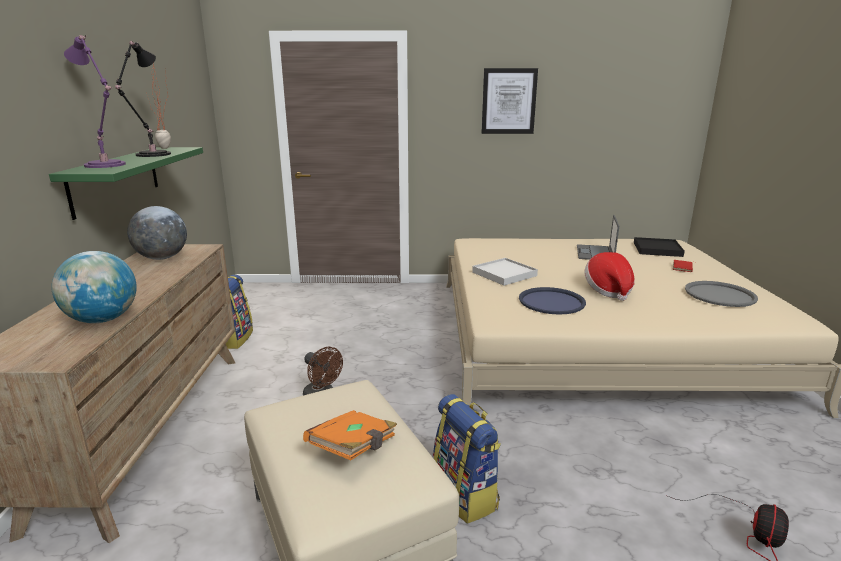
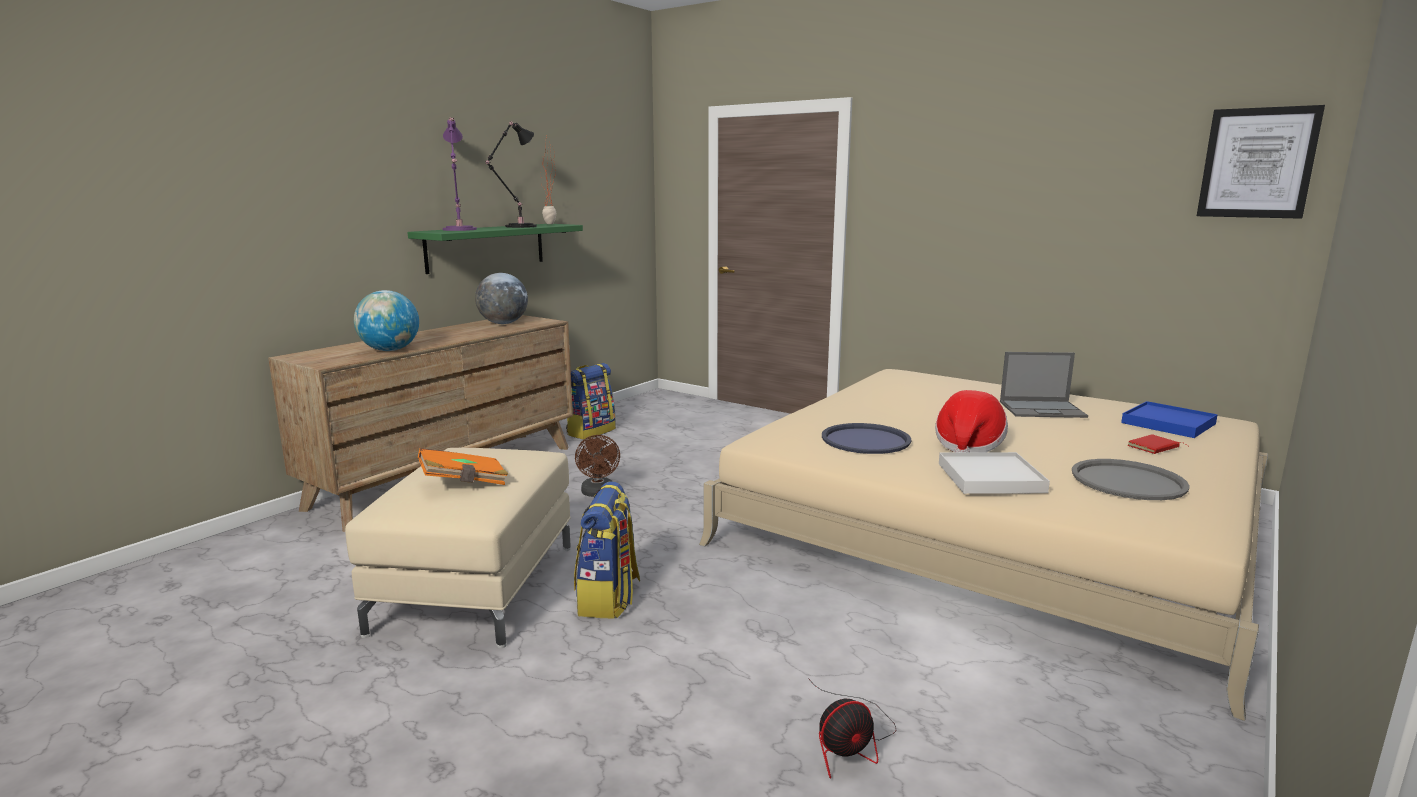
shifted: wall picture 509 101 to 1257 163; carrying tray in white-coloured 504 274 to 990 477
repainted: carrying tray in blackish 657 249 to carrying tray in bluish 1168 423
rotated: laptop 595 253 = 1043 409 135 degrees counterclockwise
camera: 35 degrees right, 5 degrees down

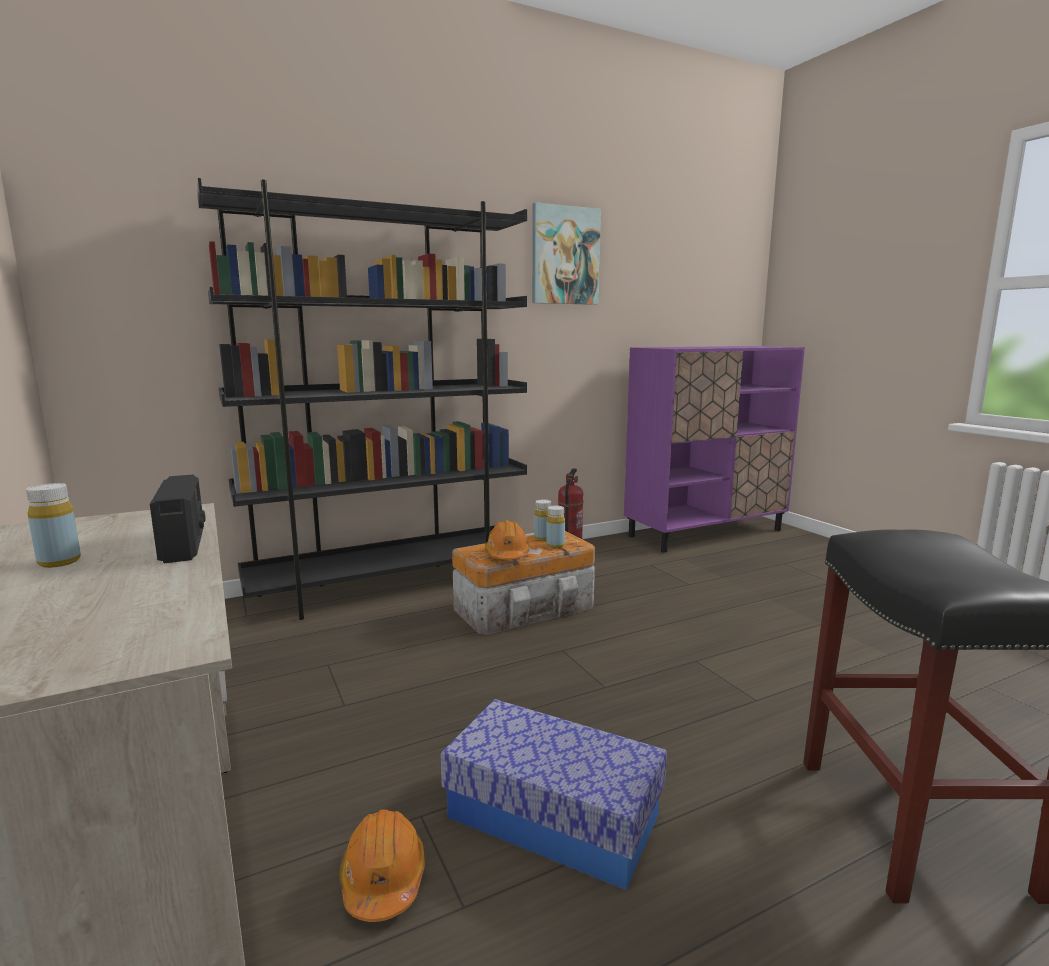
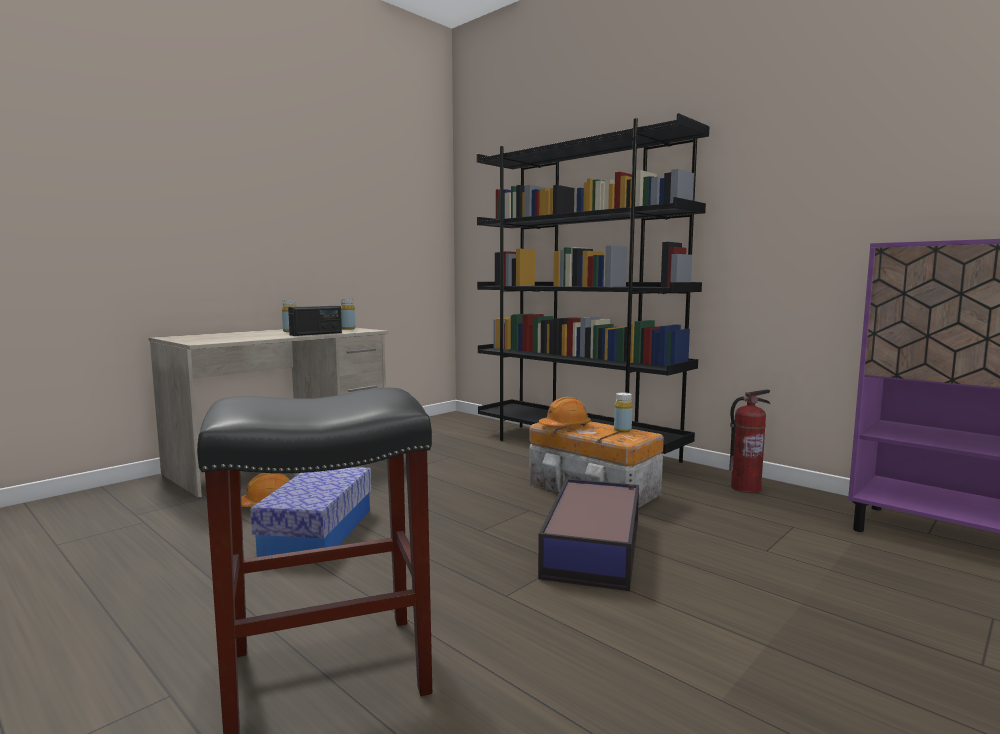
gone: wall picture 565 256
new: storage container 594 546
shifted: beverage bottle in yellow 555 545 to 348 329
camera: 70 degrees right, 5 degrees down

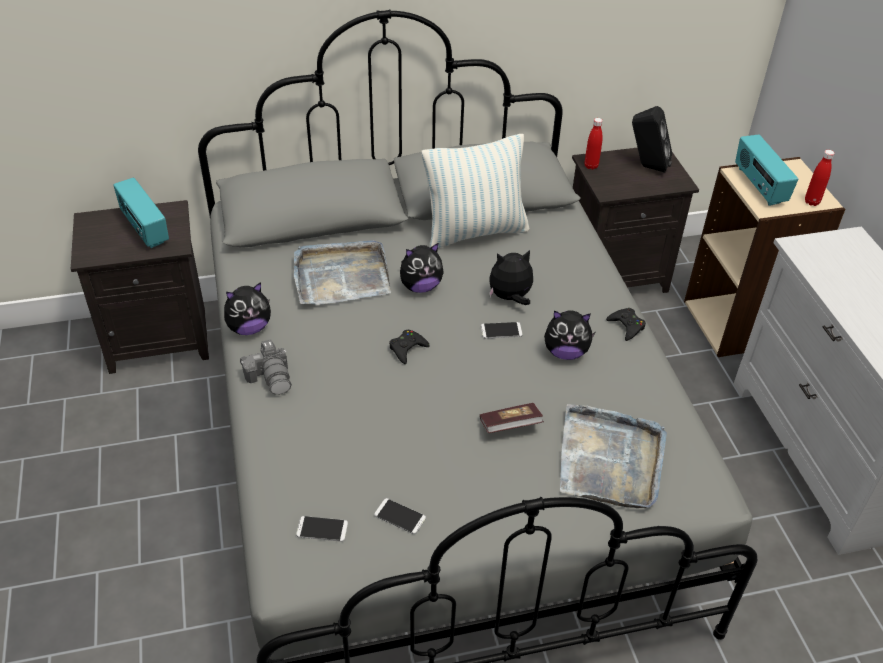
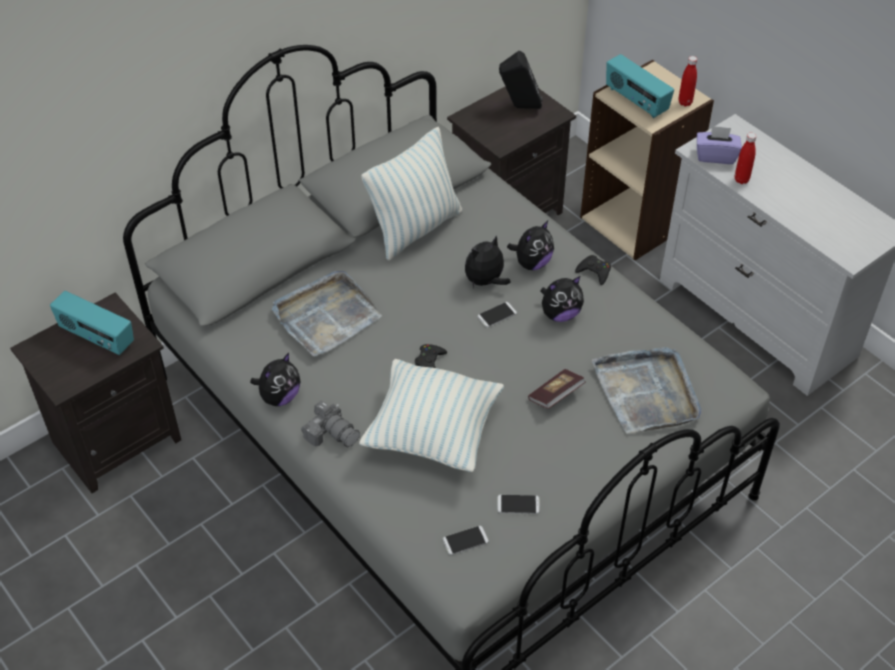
new: tissue box in purplish 715 156; pillow 432 433
shifted: beverage bottle in red-coloured 591 166 to 741 180; cuddly toy 420 286 to 532 263
camera: 25 degrees left, 5 degrees up

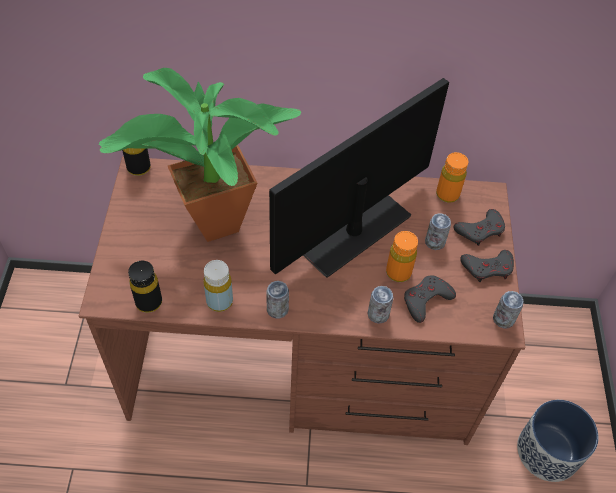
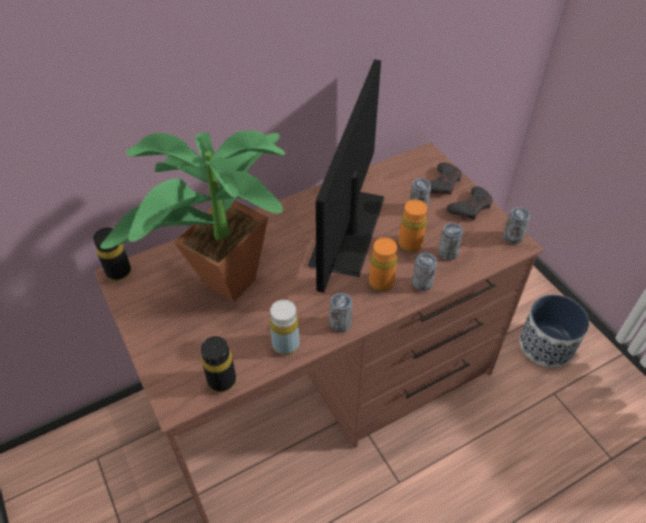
shifted: beverage bottle in orange 447 194 to 381 282
swapped: game controller in grey 426 300 to metal can 448 253
camera: 30 degrees left, 5 degrees down

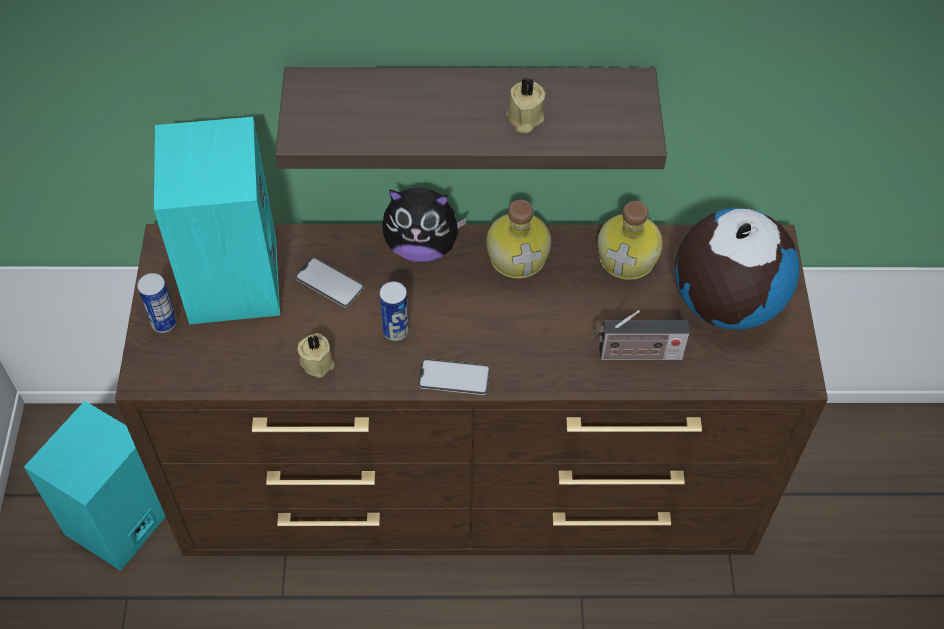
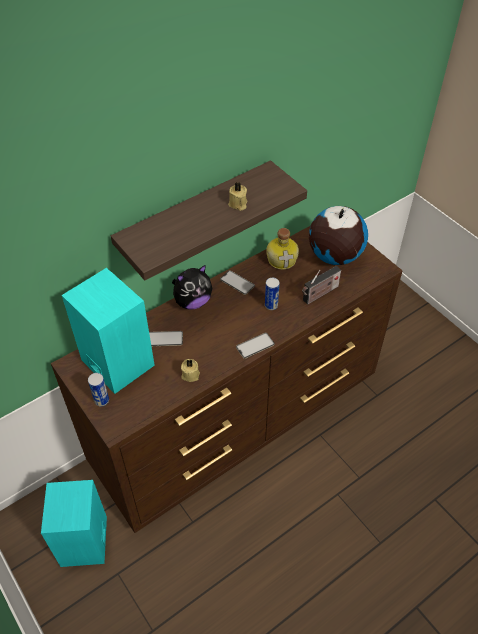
shifted: metal can 395 331 to 271 305
swapped: beverage bottle 518 256 to handset 237 282
camera: 35 degrees left, 5 degrees down

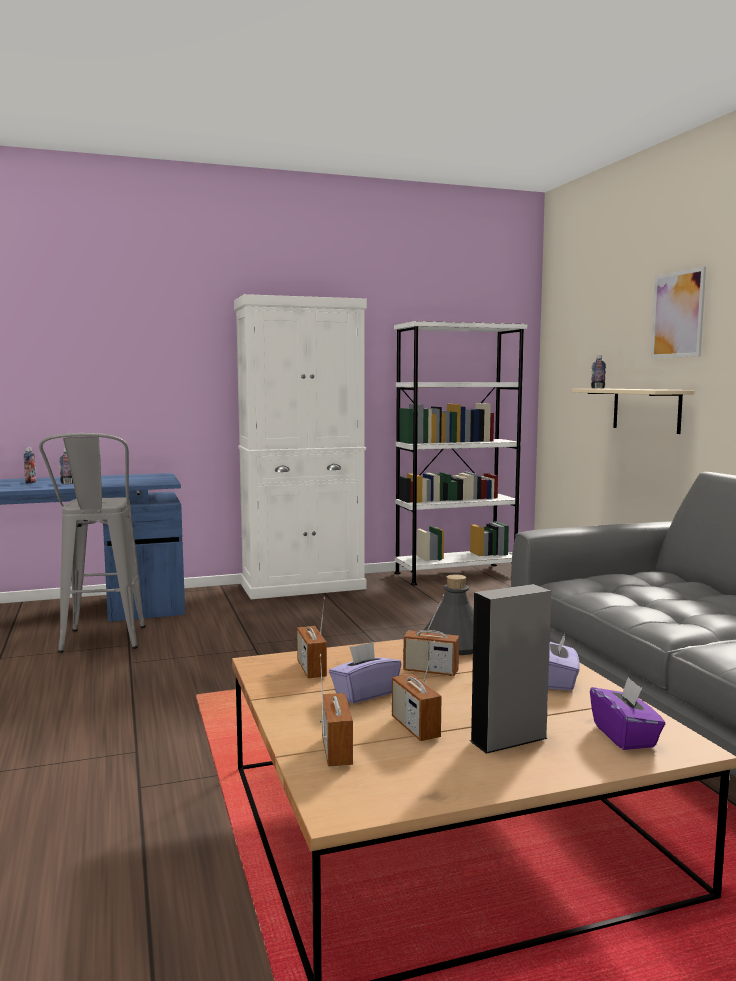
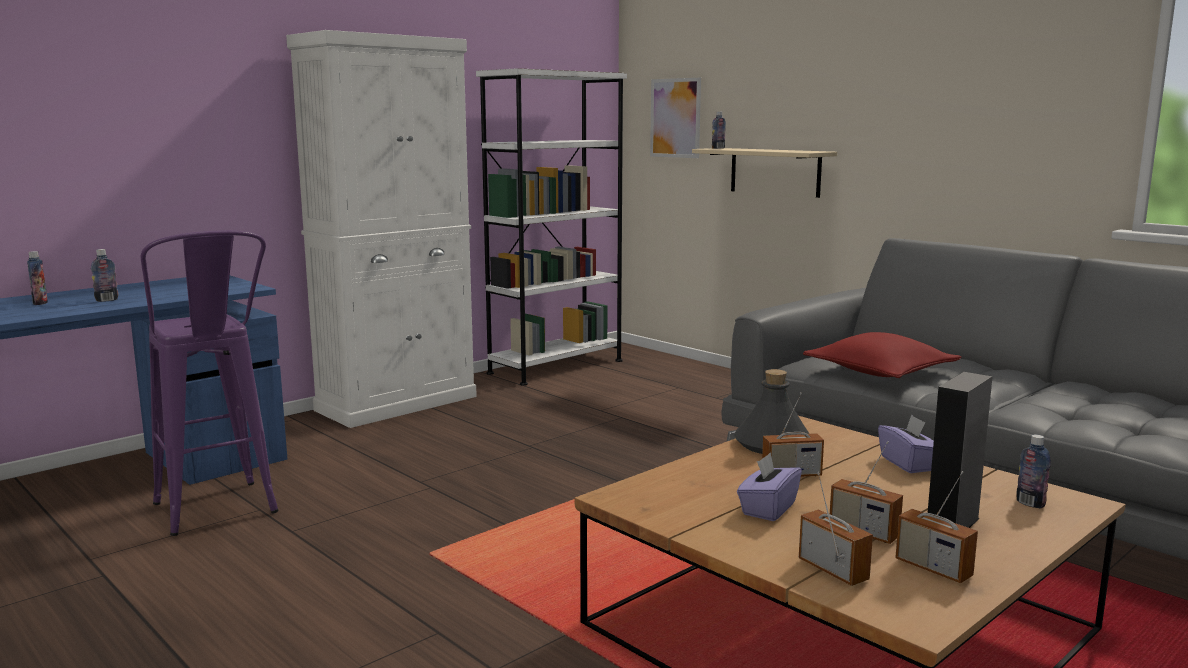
new: pillow in red-coloured 880 372
shifted: wall picture 678 314 to 675 118; radio 311 669 to 933 568
swapped: tissue box in purplish 625 736 to beverage bottle 1030 503
repainted: stool seat in grey 101 644 to stool seat in purplish 220 515
camera: 25 degrees left, 5 degrees up

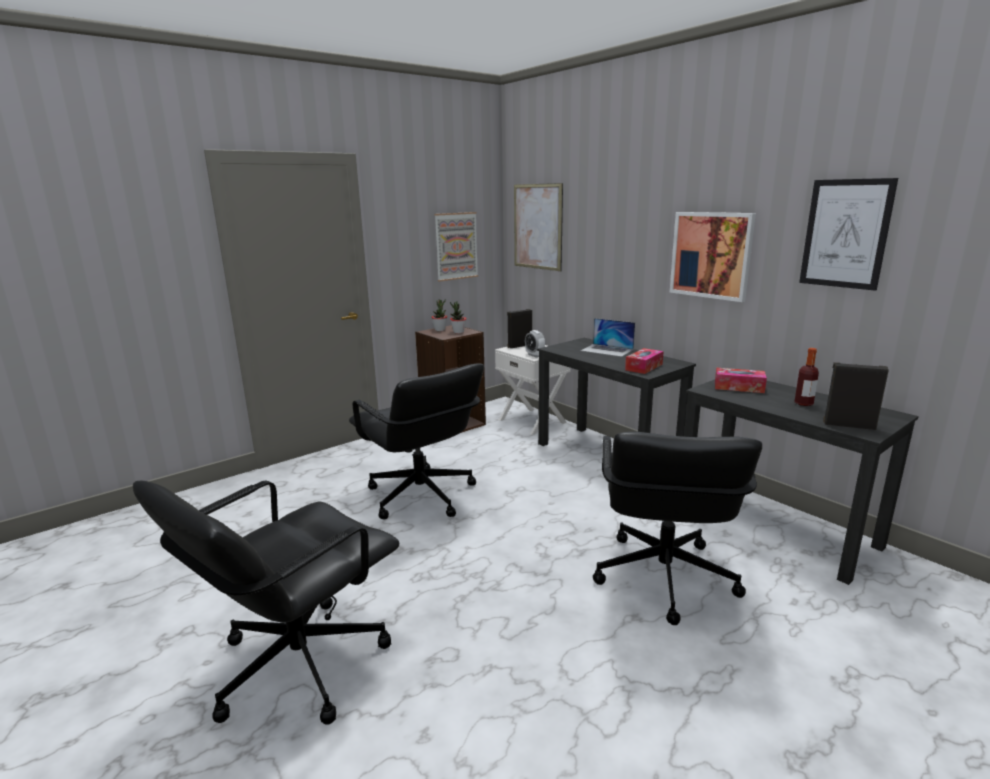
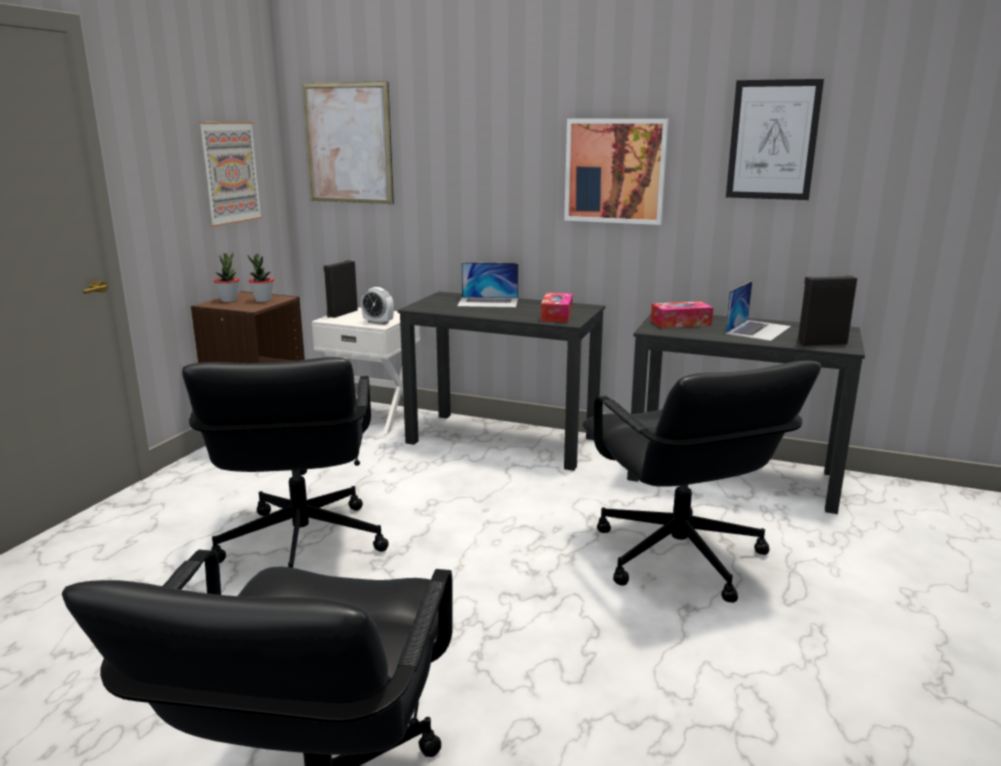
swapped: beverage bottle 803 403 to laptop 758 330
rotated: computer chair in blackish 421 496 = 300 545 60 degrees clockwise
camera: 30 degrees left, 0 degrees up

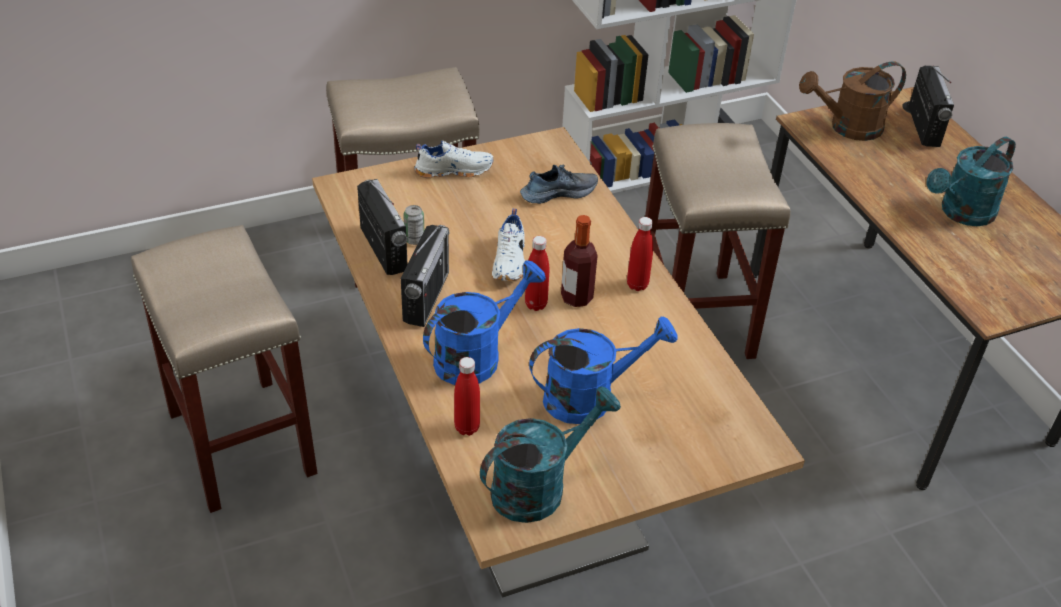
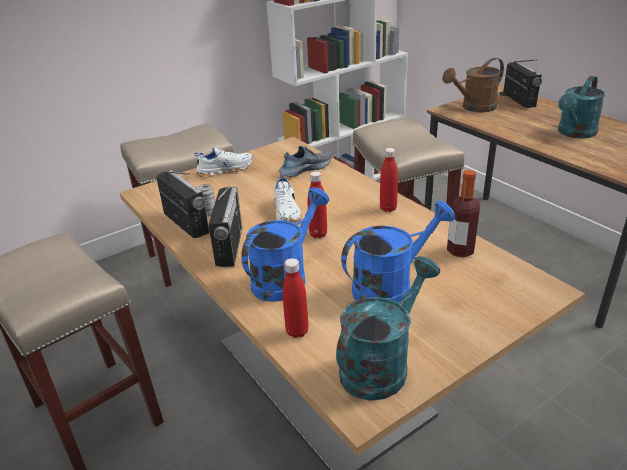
shifted: beverage bottle 576 297 to 460 250
camera: 10 degrees left, 10 degrees down

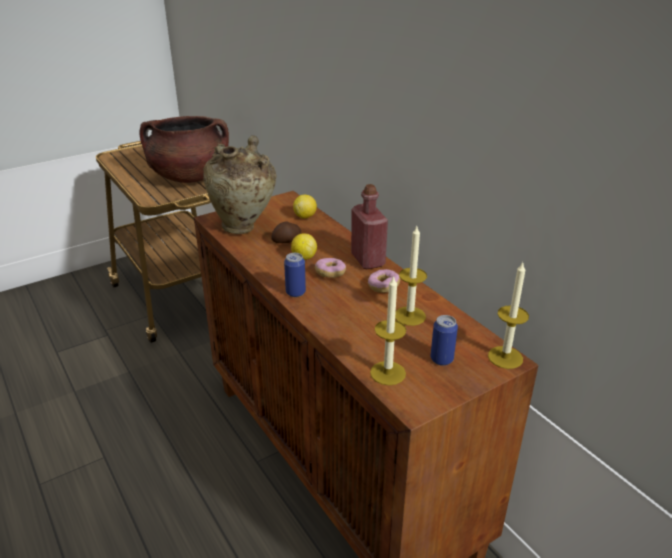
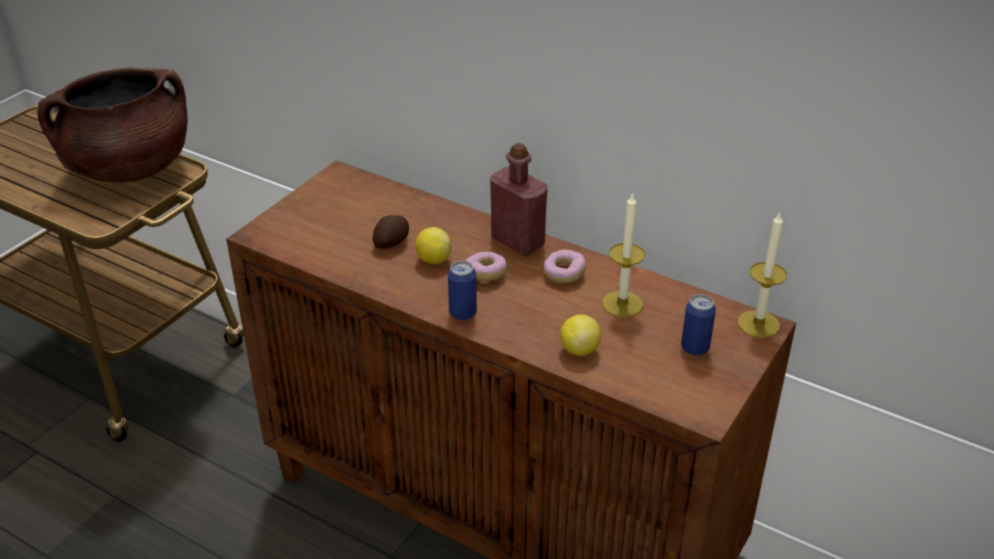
gone: vase in beige-coloured 243 227; wax light 388 373
shifted: lemon 305 216 to 579 350
camera: 25 degrees left, 5 degrees up

